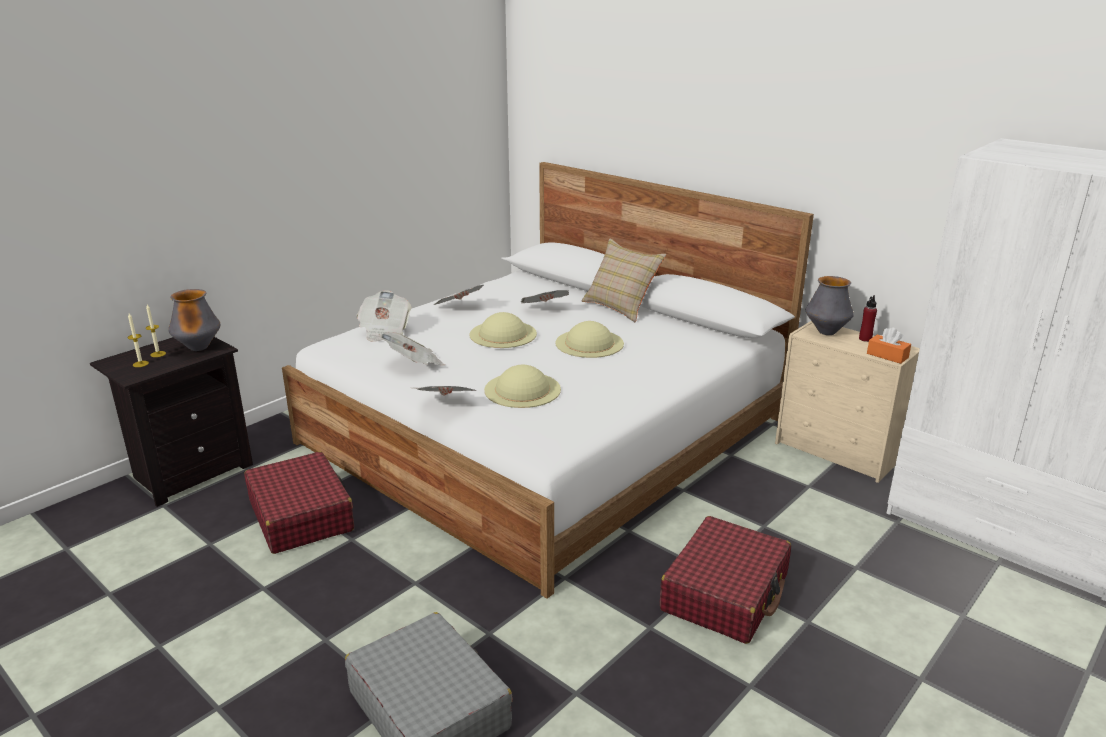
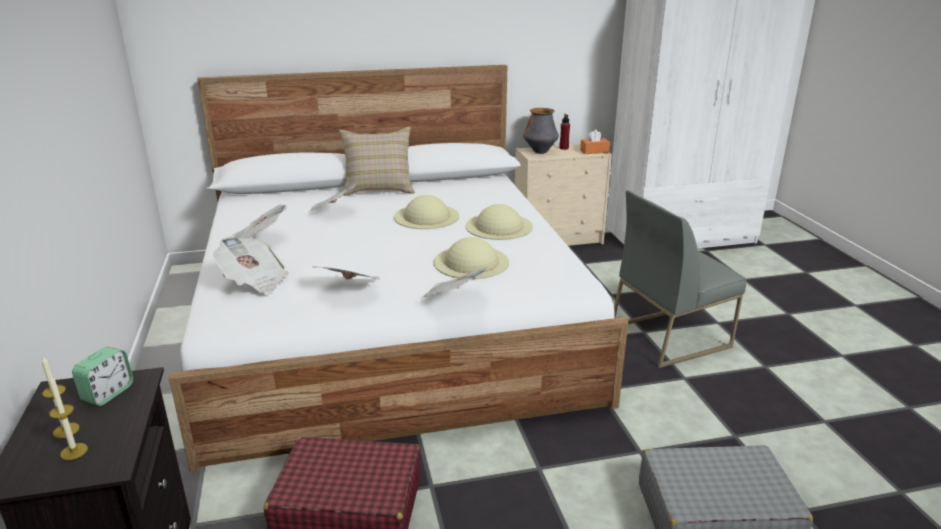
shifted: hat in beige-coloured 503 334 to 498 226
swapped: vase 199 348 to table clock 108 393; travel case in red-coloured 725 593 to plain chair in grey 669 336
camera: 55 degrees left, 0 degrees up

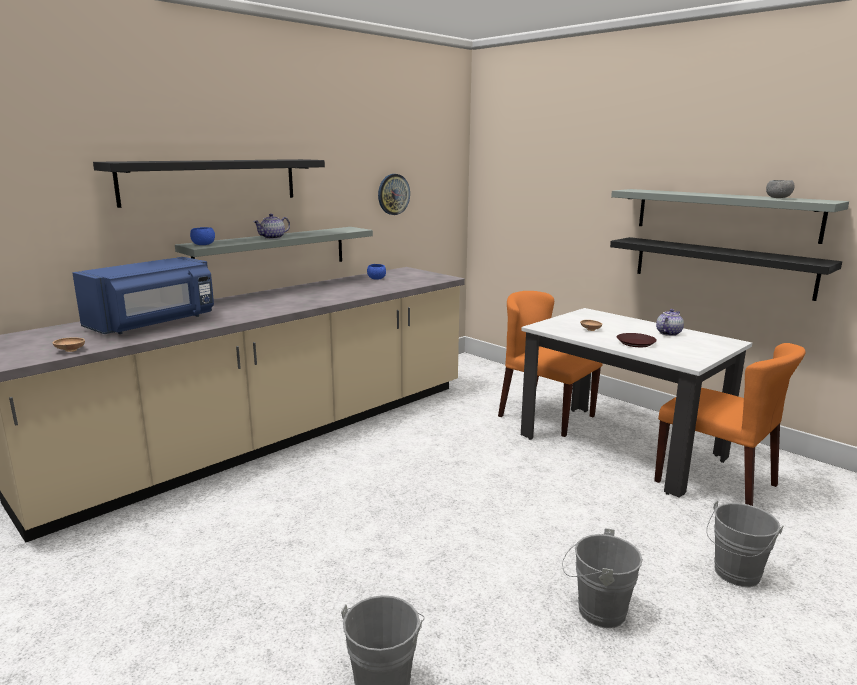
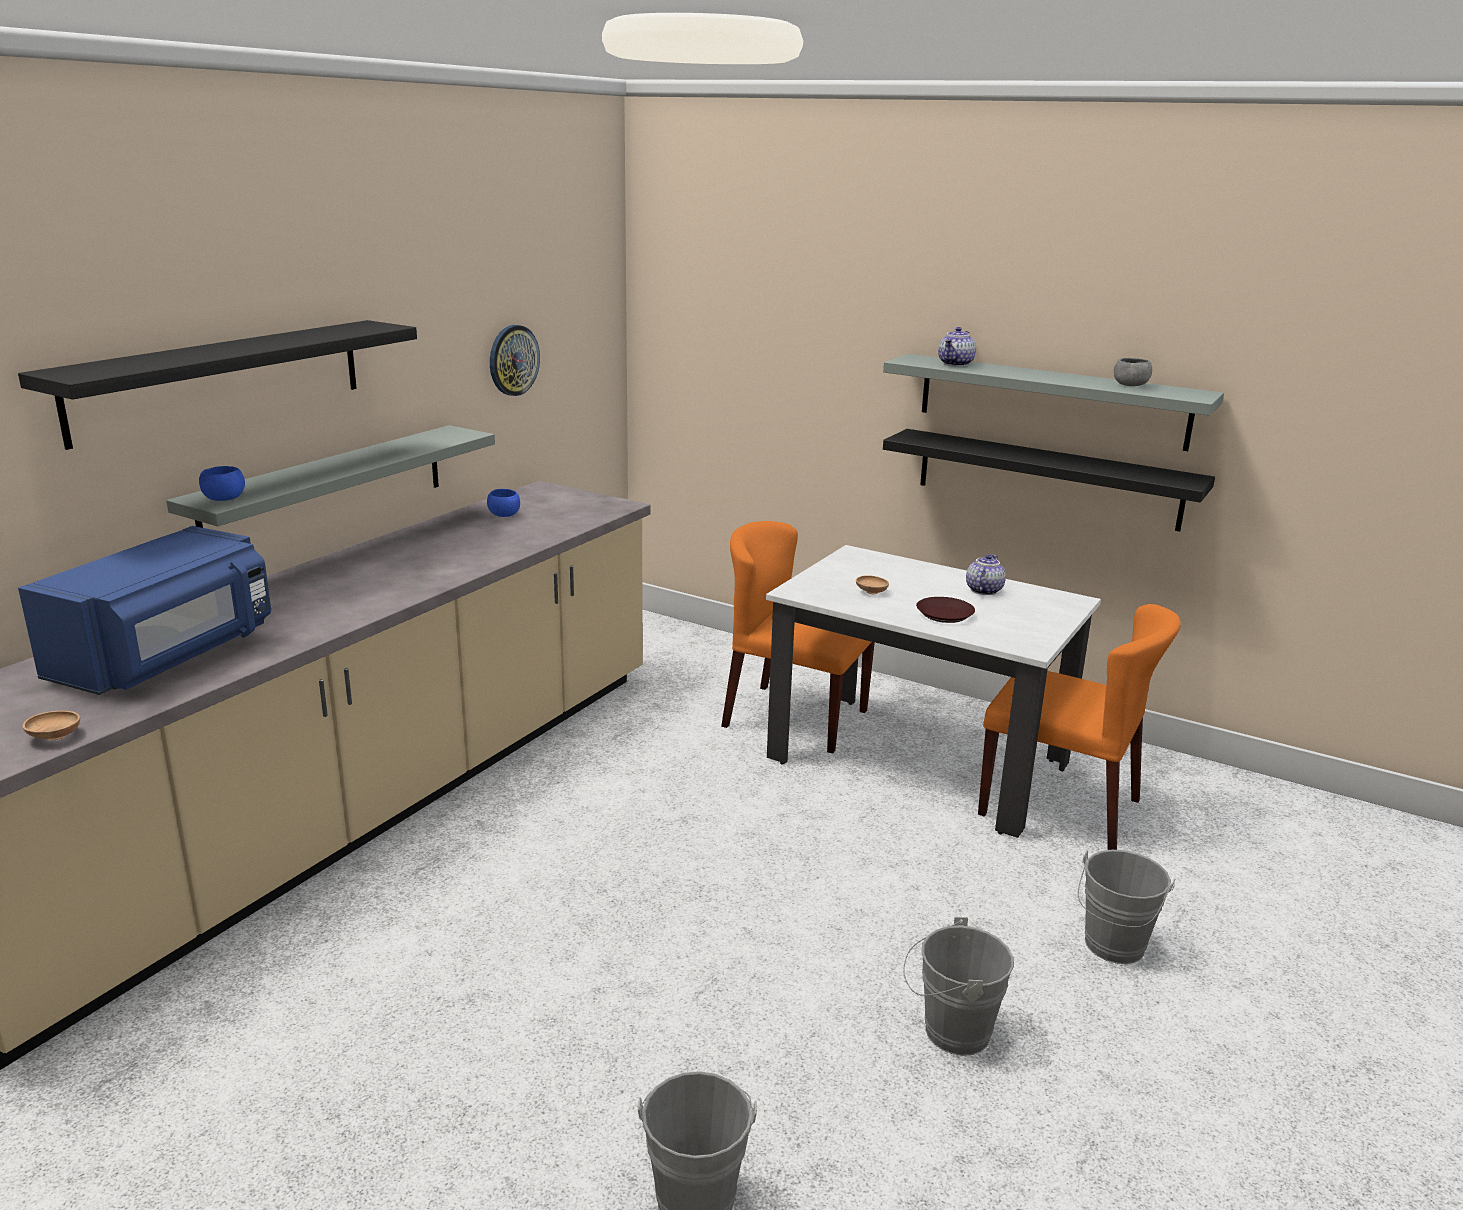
shifted: teapot 273 238 to 956 364
camera: 15 degrees left, 5 degrees up

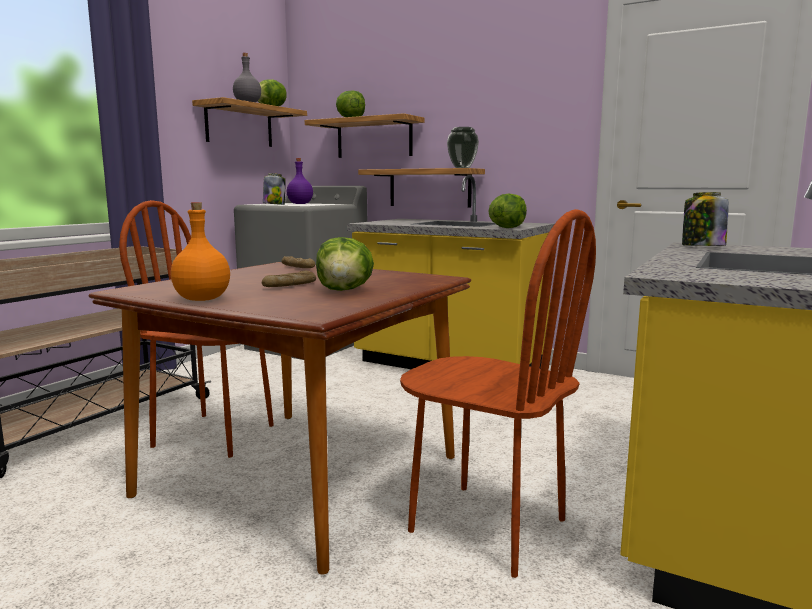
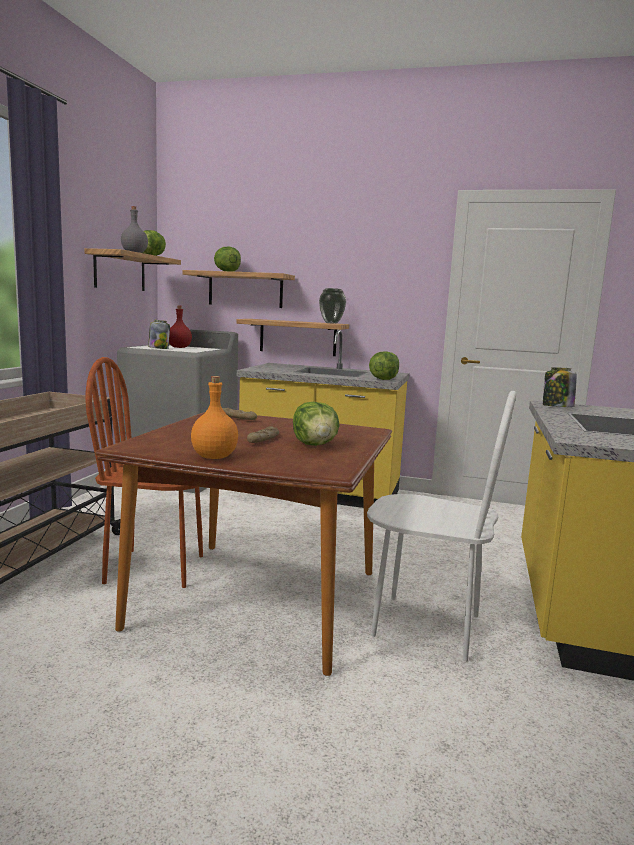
repainted: beverage bottle in purplish 299 204 to beverage bottle in red-coloured 179 347; plain chair in brownish 487 526 to plain chair in white-coloured 426 626
camera: 15 degrees left, 0 degrees up

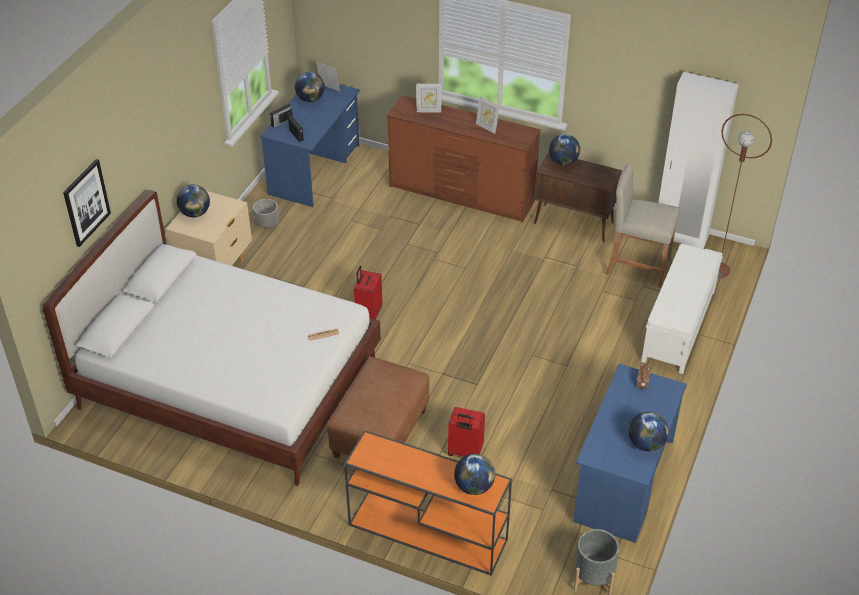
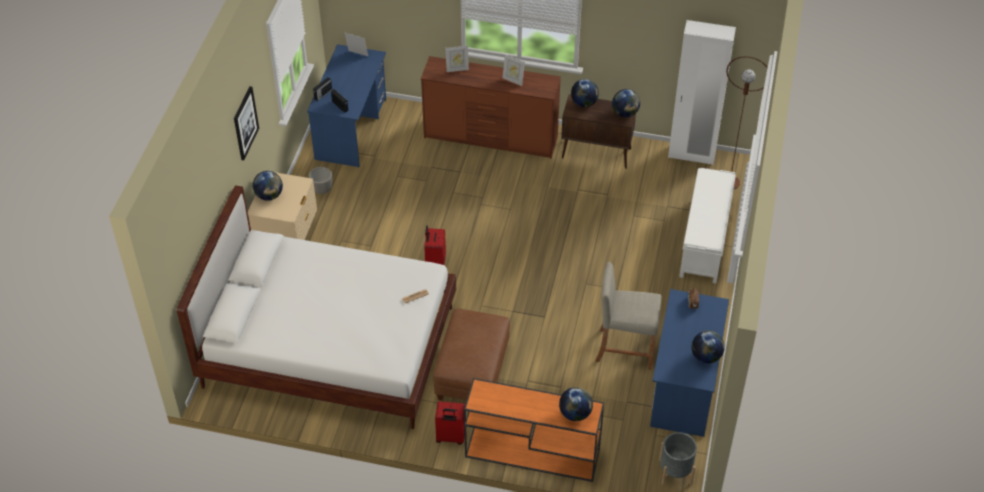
shifted: globe 310 99 to 625 113; wall picture 86 202 to 245 123; stool seat in beige-coloured 637 266 to 625 348; travel case in red-coloured 464 452 to 450 437
camera: 10 degrees left, 5 degrees up

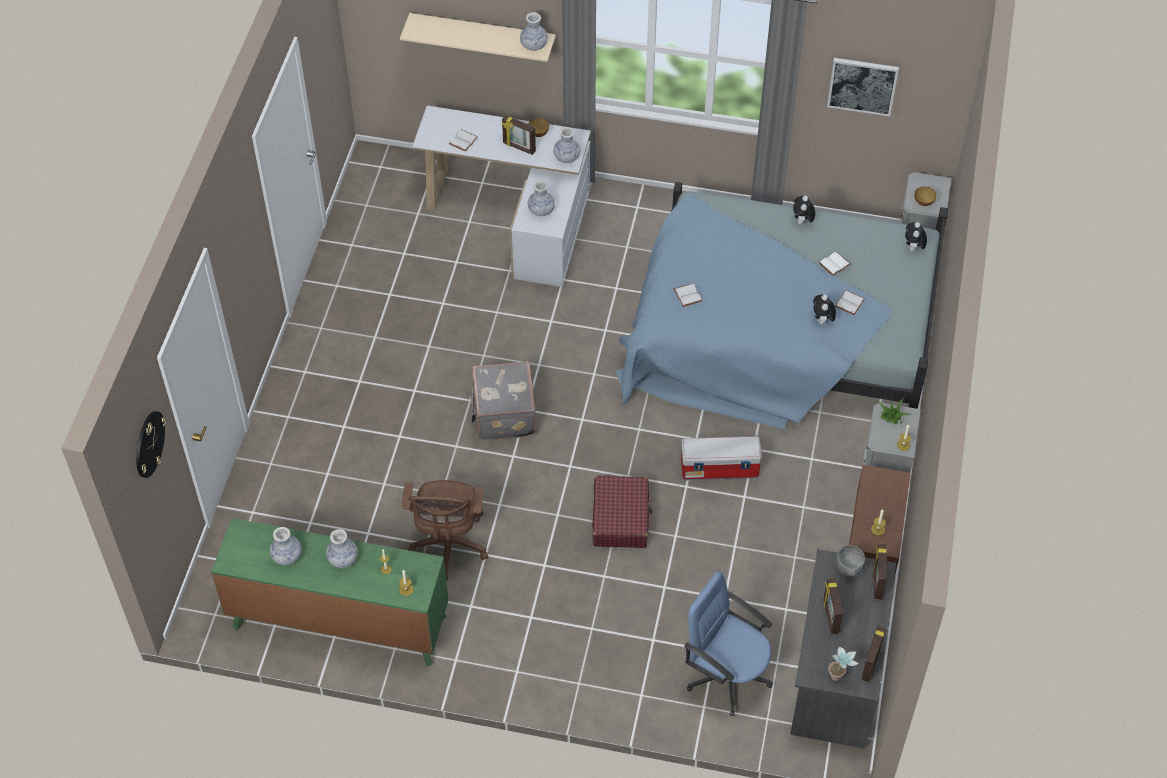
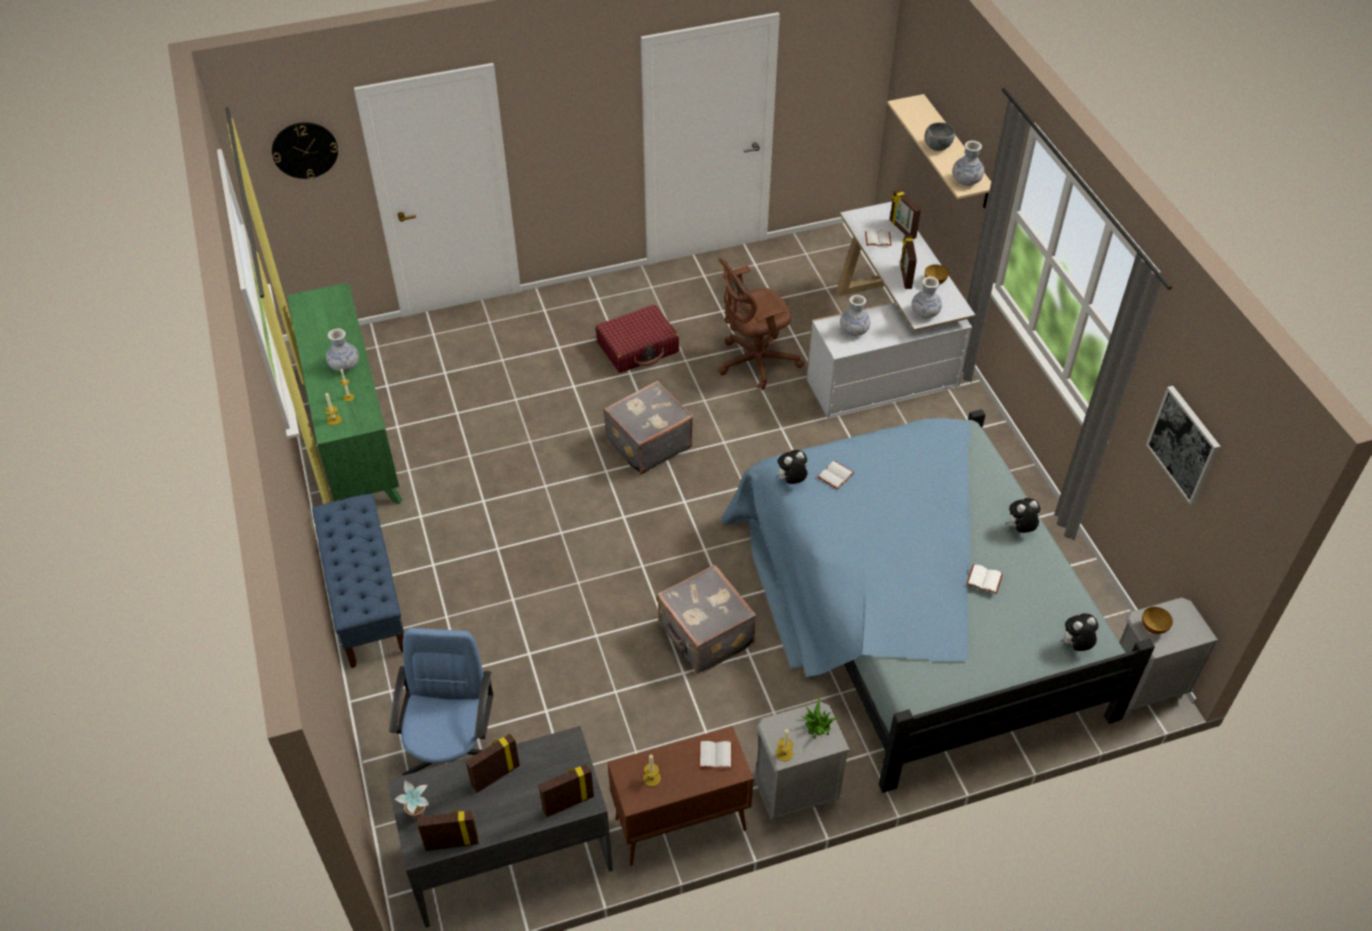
gone: vase 287 556
new: standing frame 902 229; bench in bluish 366 599
shifted: bound book in white-coloured 850 303 to 715 756; cuddly toy 822 321 to 791 481; travel case in red-coloured 620 518 to 638 347; computer chair in brownish 449 546 to 754 362; bowl in grey 848 568 to 937 147
swapped: storage container 720 468 to travel case in grey 704 636
camera: 60 degrees right, 5 degrees down

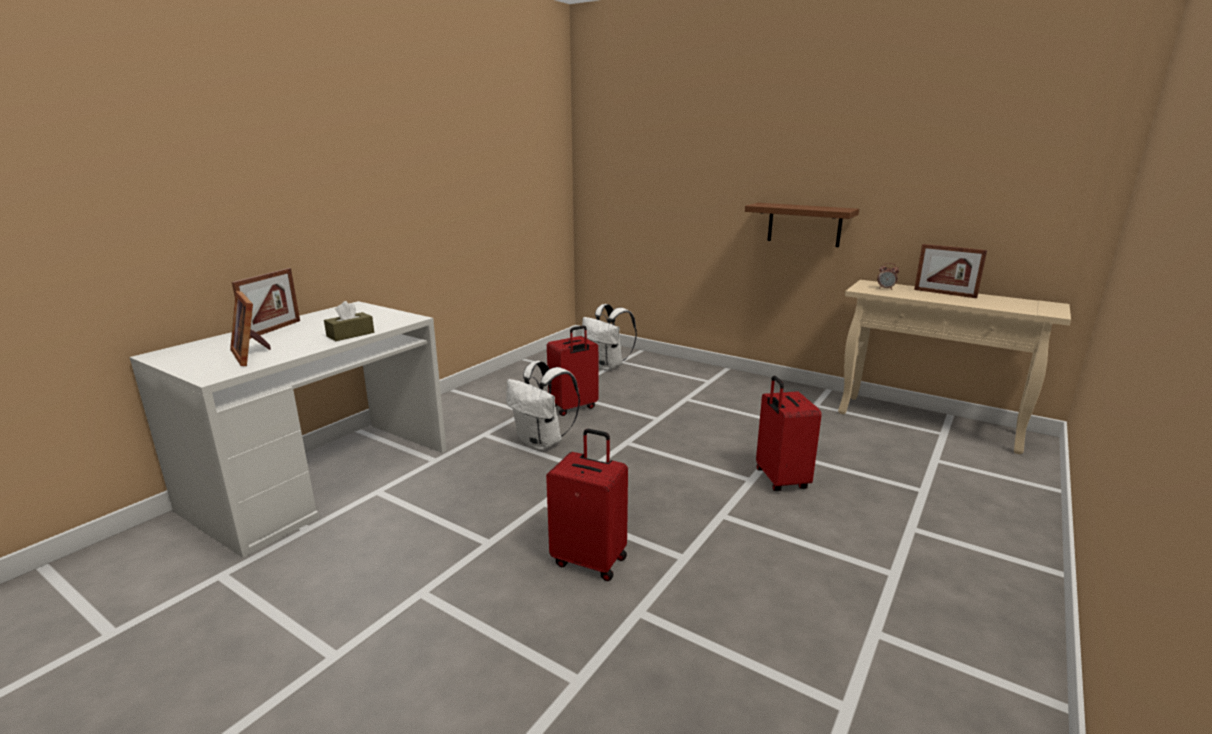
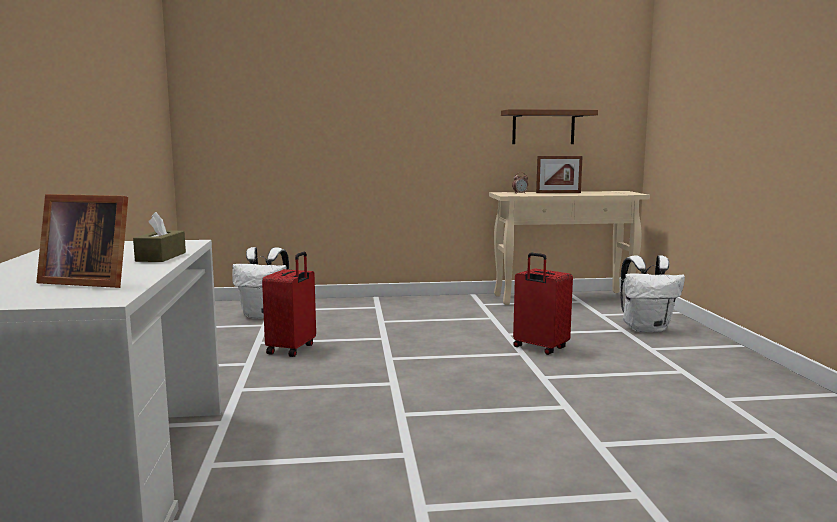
gone: standing frame 273 330; travel case in red-coloured 590 560
shifted: wall shelf in brownish 804 224 to 543 127; rucksack in white-coloured 542 442 to 646 328
camera: 40 degrees left, 10 degrees down

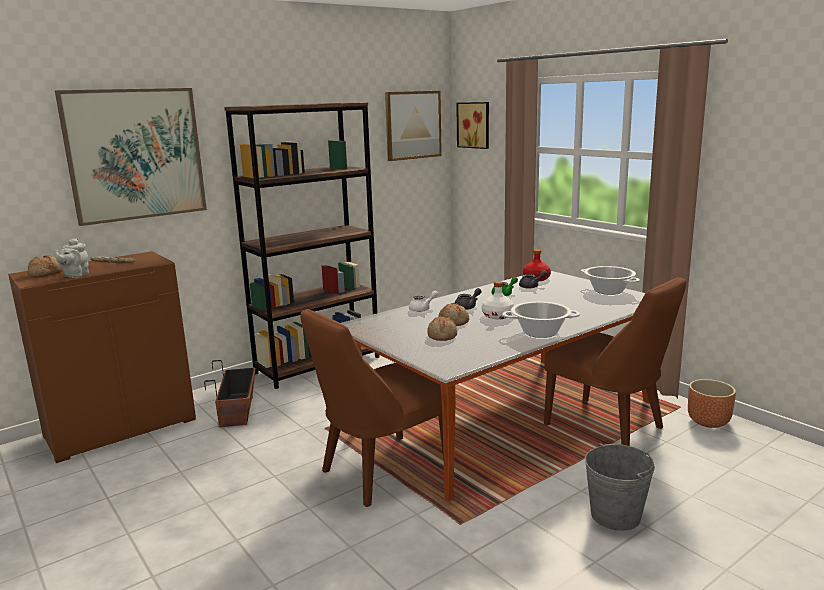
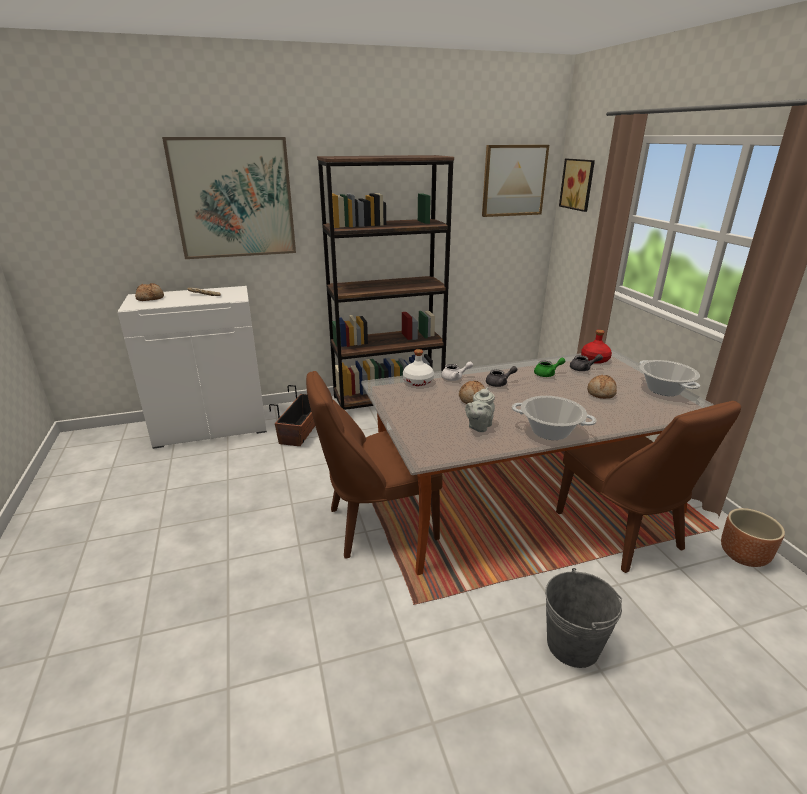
shifted: teapot in grey 75 275 to 479 426; beverage bottle in white-coloured 498 316 to 418 382; bread 442 335 to 601 393
repainted: cabinet in brownish 121 427 to cabinet in white-coloured 212 426
camera: 20 degrees right, 10 degrees up

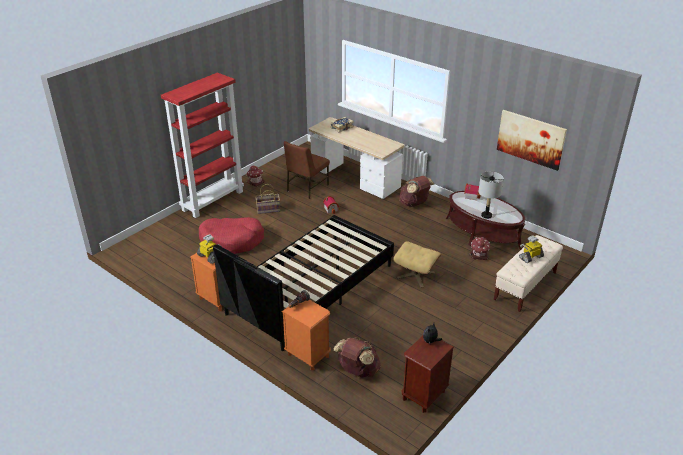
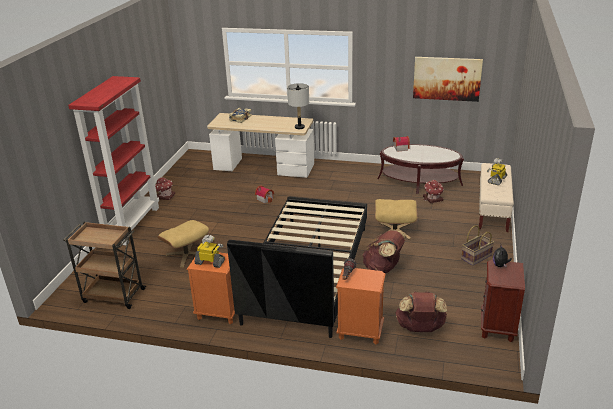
gone: plain chair in brownish 306 188
new: wheeled cart in brownish 112 295
shifted: table lamp in grey 486 215 to 299 127; rucksack in brownish 414 204 to 383 268; household basket 268 209 to 476 257
swapped: dog cushion in red-coloured 232 241 to pouffe in beige-coloured 186 255
camera: 25 degrees left, 5 degrees down

